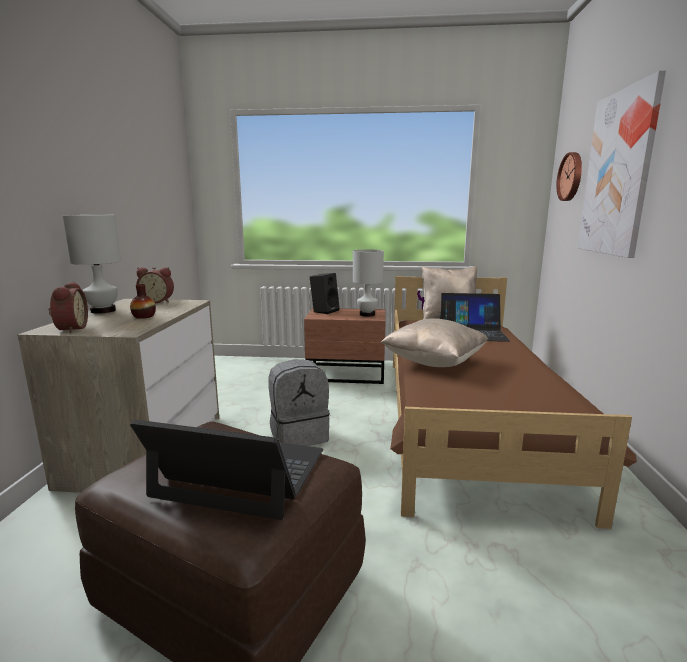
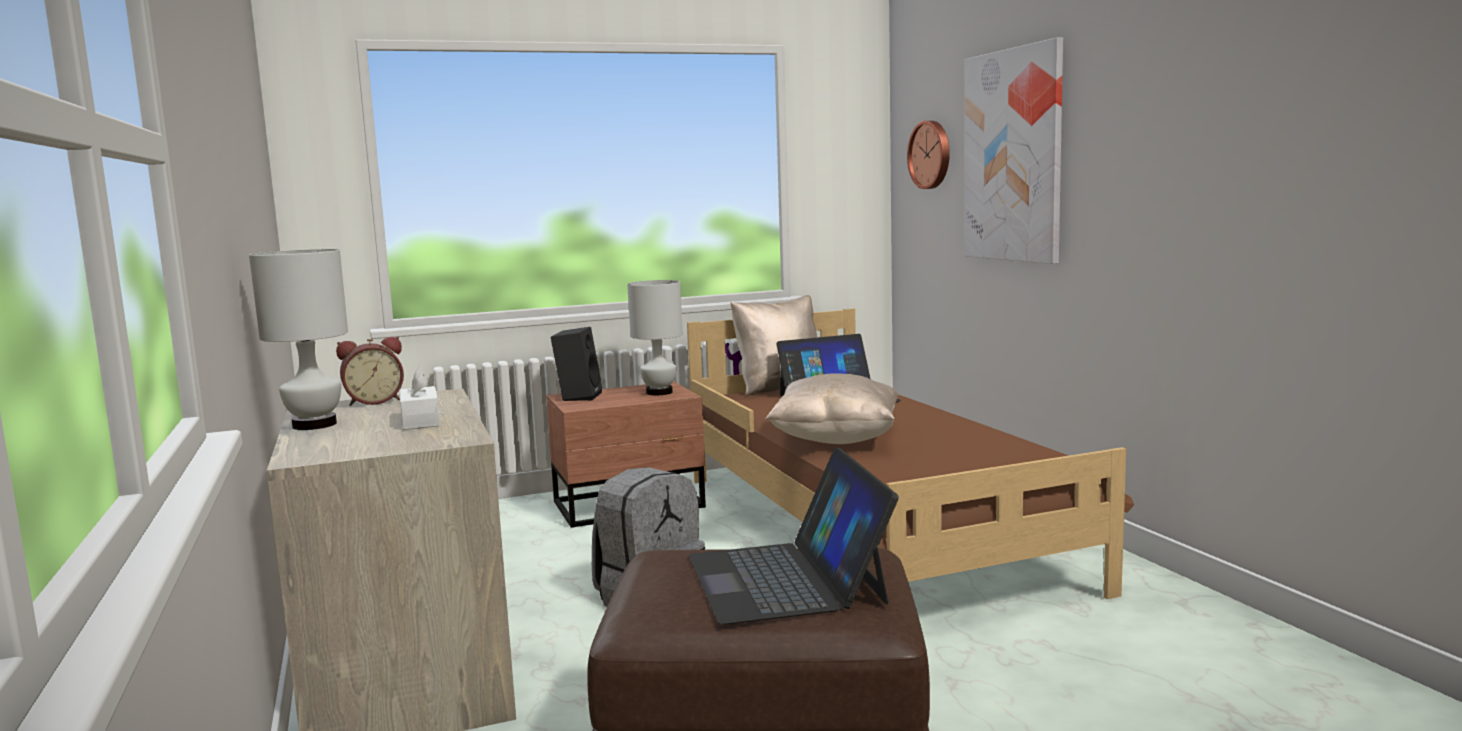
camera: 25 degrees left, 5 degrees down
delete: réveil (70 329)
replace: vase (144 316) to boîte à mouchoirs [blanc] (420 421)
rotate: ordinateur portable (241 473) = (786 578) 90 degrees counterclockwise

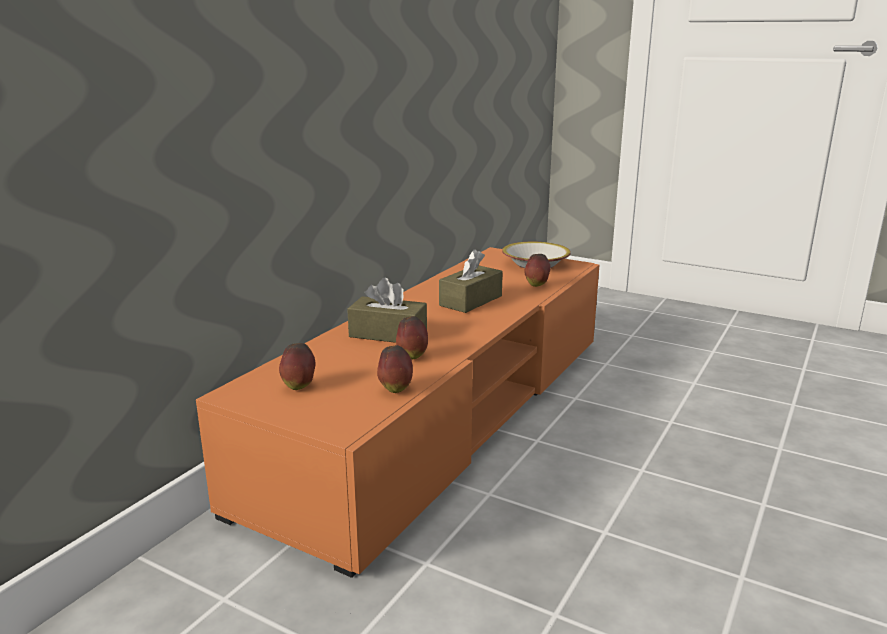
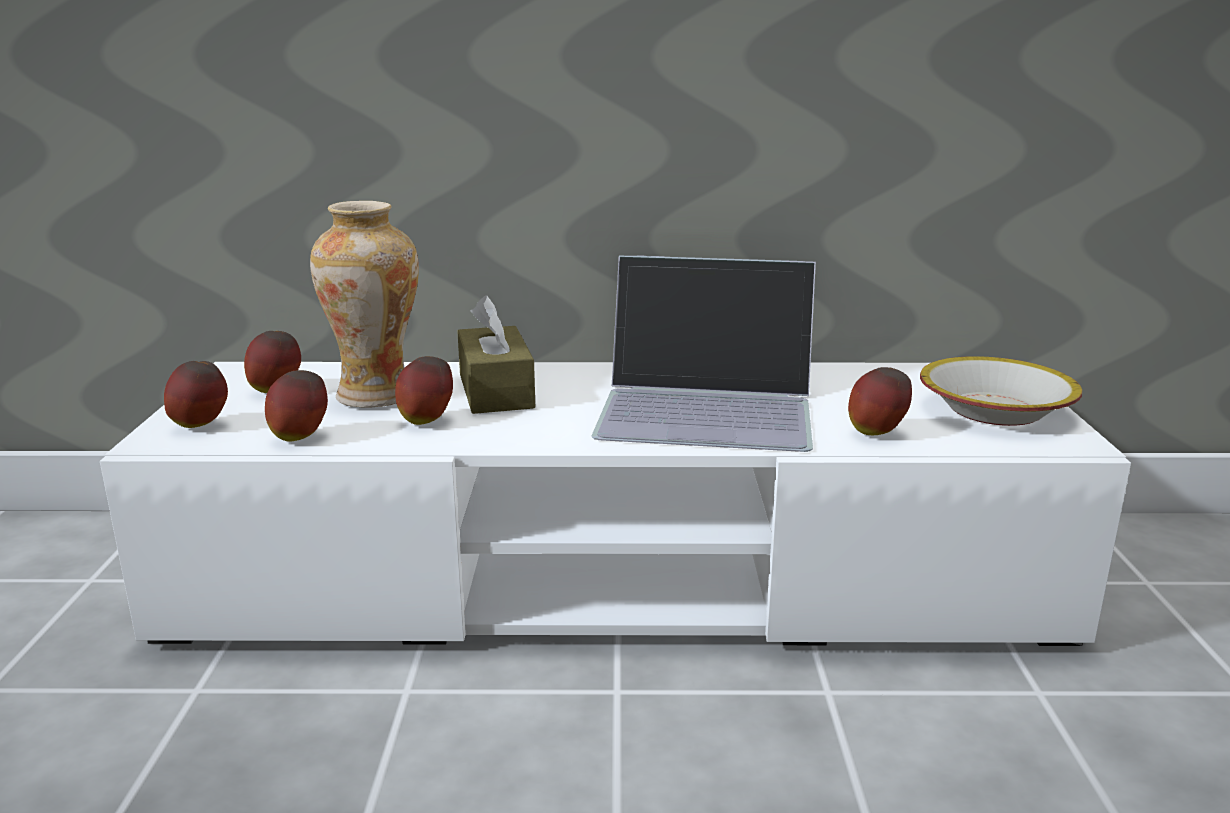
camera: 60 degrees right, 0 degrees up
insert: vase (376 396); pomme (201 426)
replace: boîte à mouchoirs [marron] (471 301) to ordinateur portable (708 406)
recolor: meuble télé [orange] (443 414) to meuble télé [blanc] (615 579)

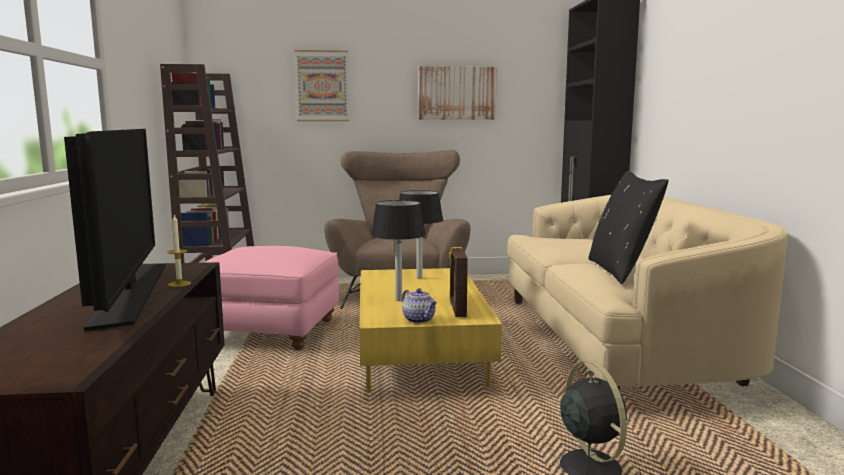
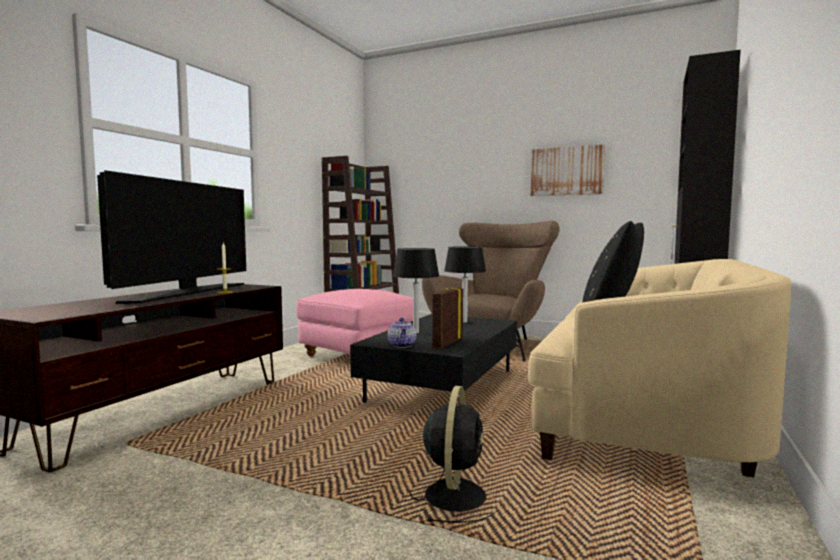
camera: 30 degrees right, 5 degrees down
delete: tableau (322 86)
recolor: table basse [jaune] (422 354) to table basse [noir] (444 387)

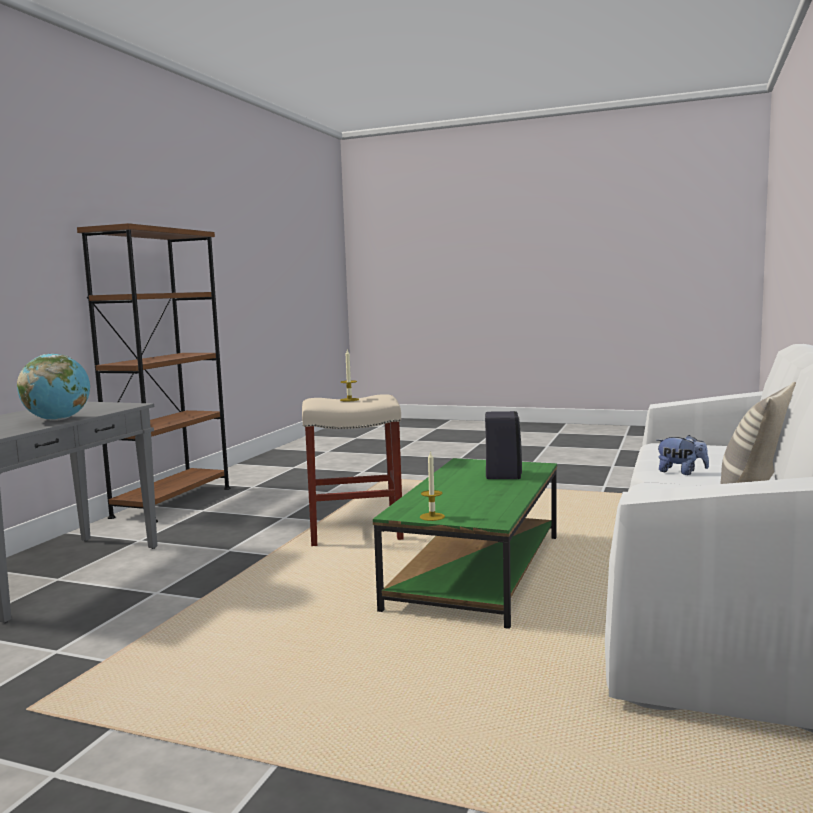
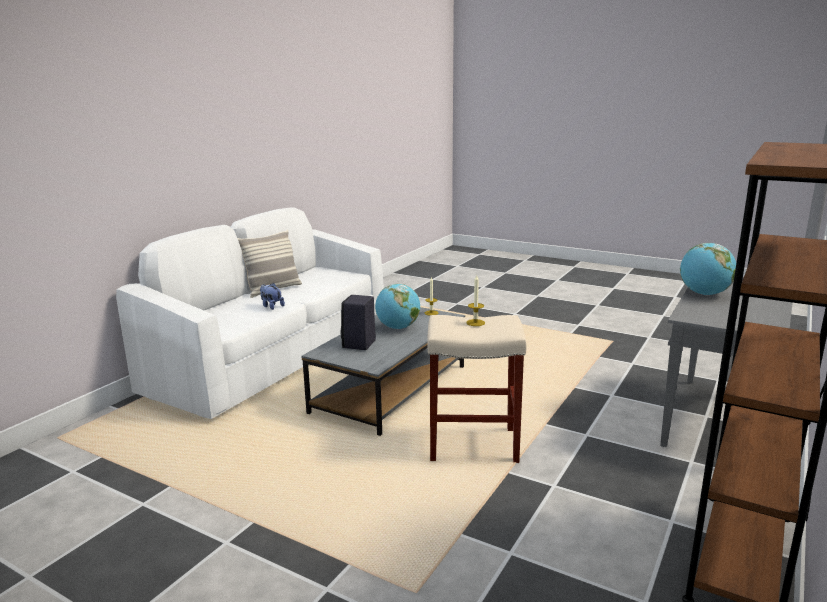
camera: 170 degrees left, 10 degrees up
insert: globe (398 328)
recolor: table basse [vert] (478 571) to table basse [gris] (390 389)

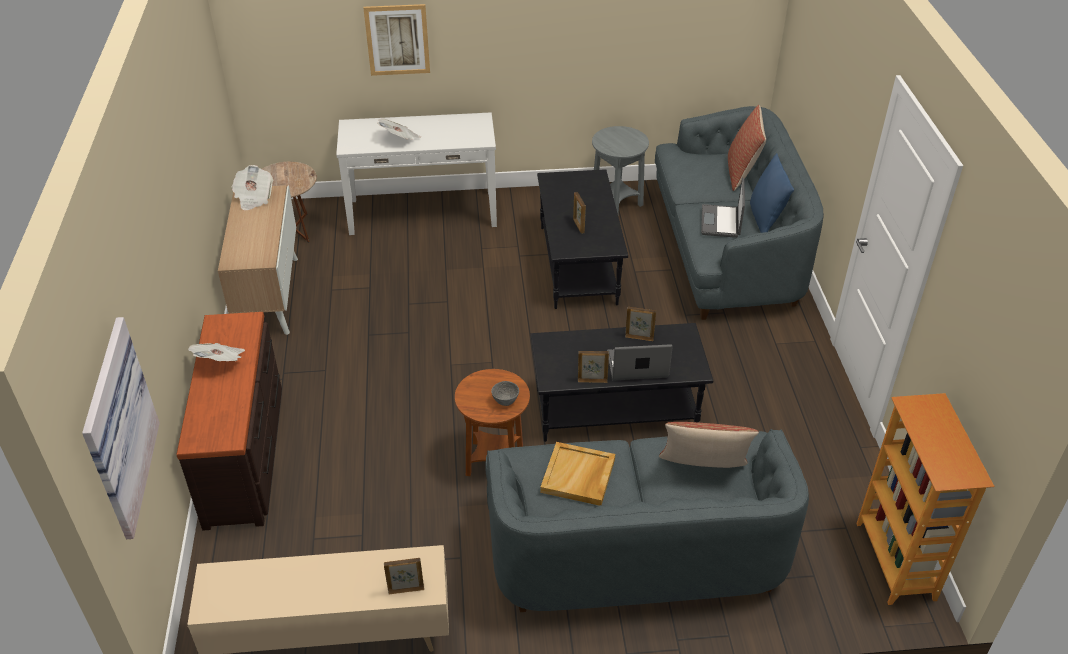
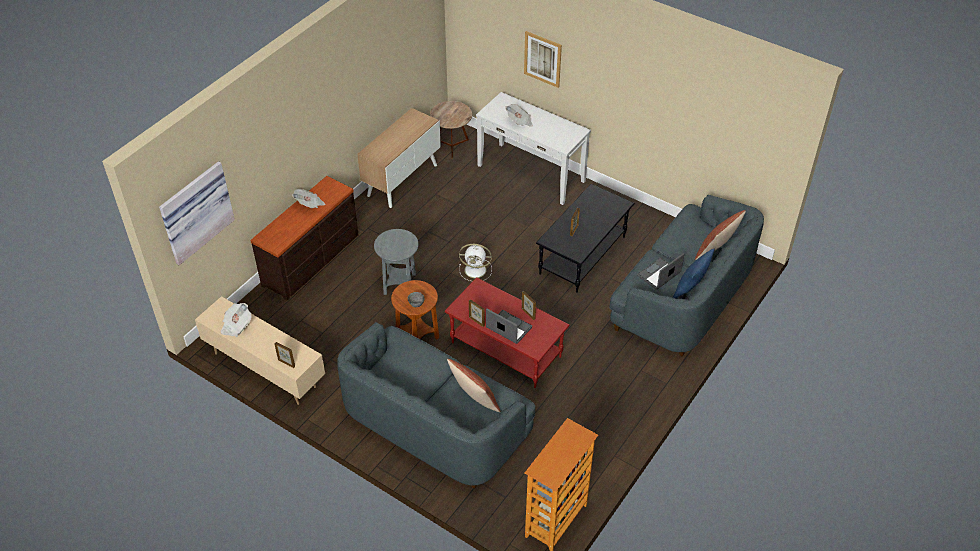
camera: 40 degrees right, 5 degrees up
delete: plateau [beige] (578 476)
insert: ventilateur [blanc] (476 270)
move: table d'appoint [gris] (616 203) to (399 284); journal (253 198) to (236 326)
recolor: table basse [noir] (615 411) to table basse [rouge] (505 350)

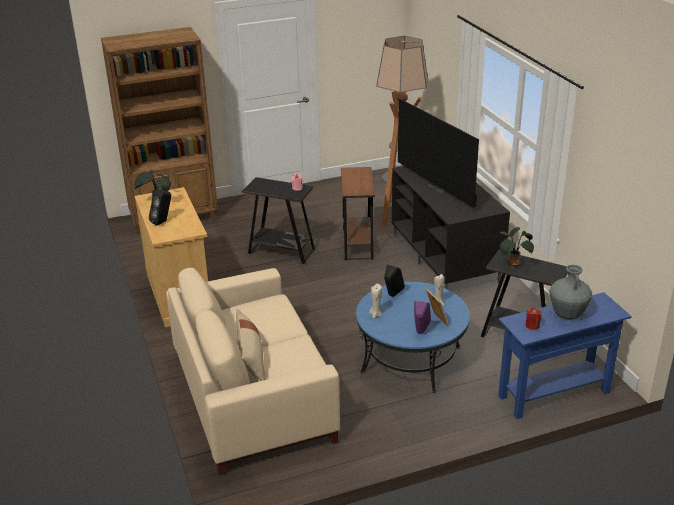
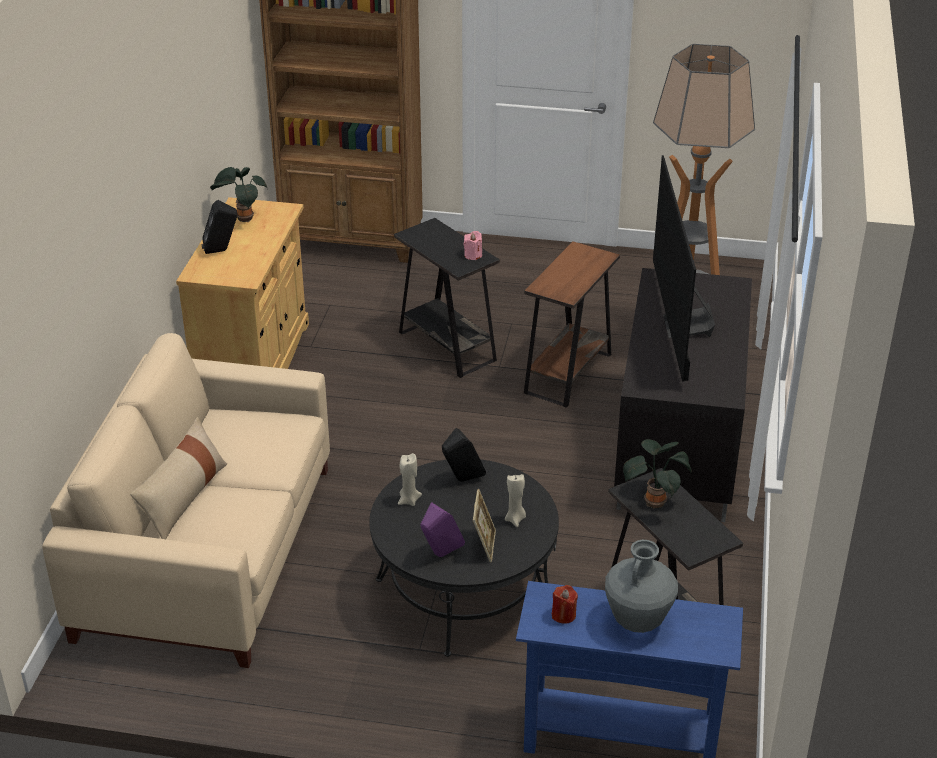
camera: 30 degrees right, 5 degrees up
recolor: table basse [bleu] (411 359) to table basse [noir] (464 590)

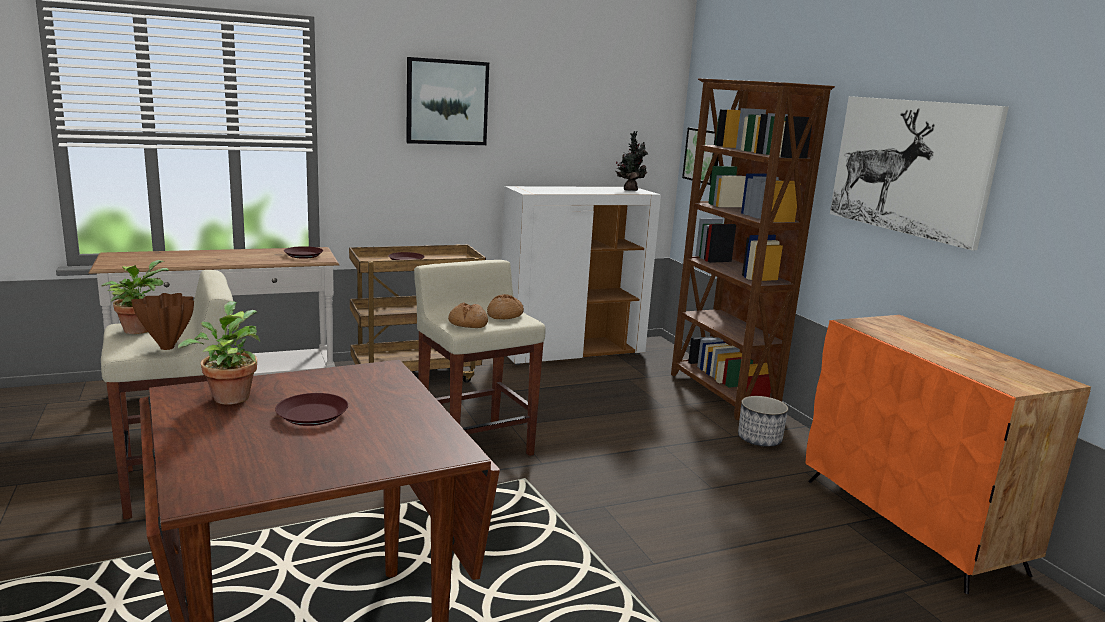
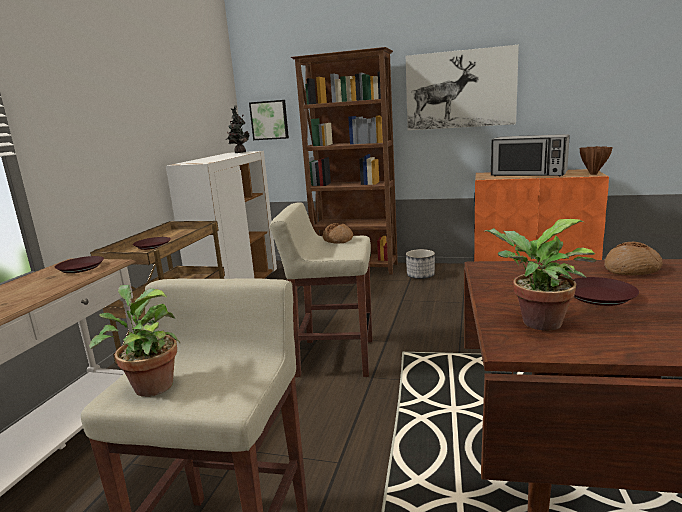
camera: 50 degrees left, 0 degrees up
delete: tableau (447 102)
insert: micro-ondes (528 174)
move: vase [marron] (168 347) to (593 174); pain (468 324) to (632 269)

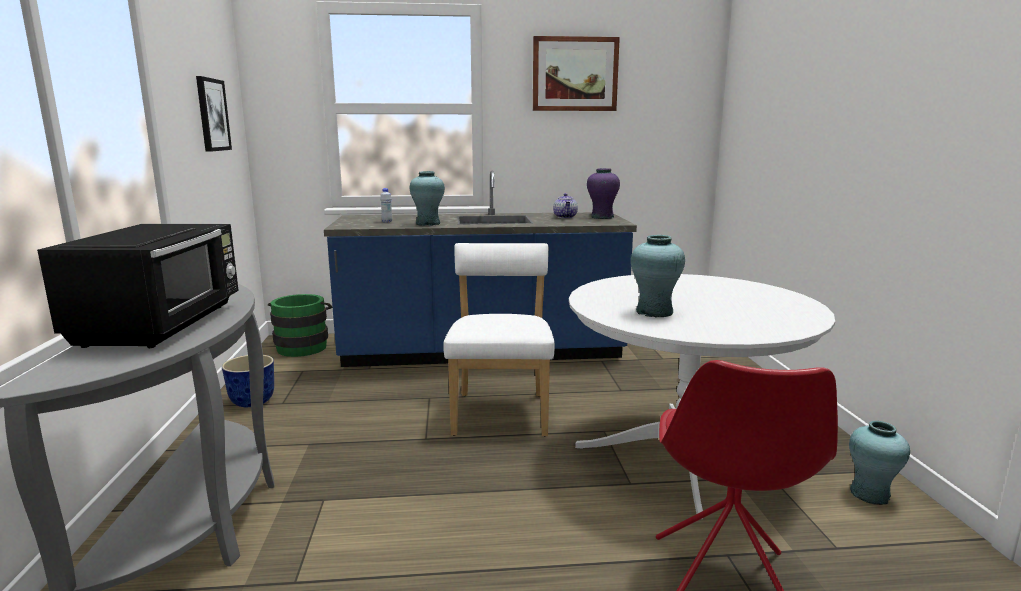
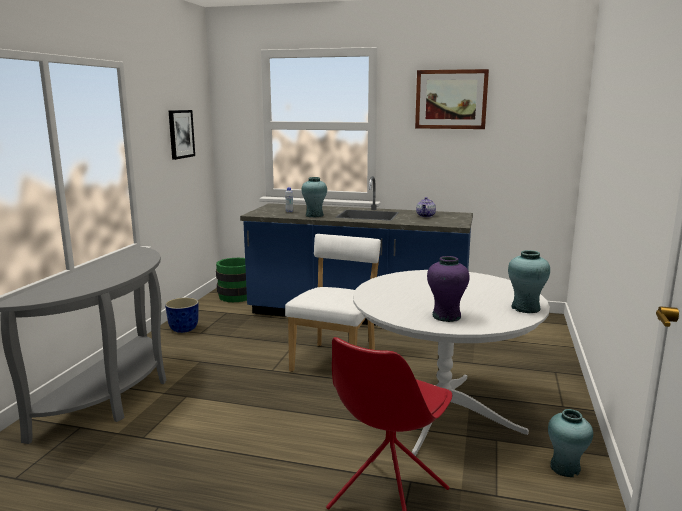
camera: 20 degrees right, 0 degrees up
delete: micro-ondes [noir] (162 324)
move: vase [violet] (602 217) to (446 316); vase [turquoise] (654 312) to (525 308)

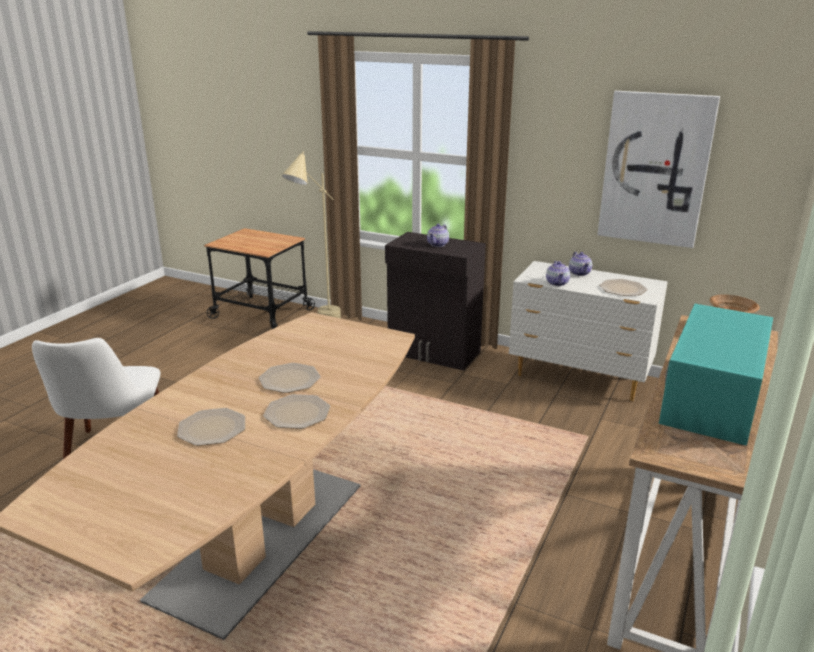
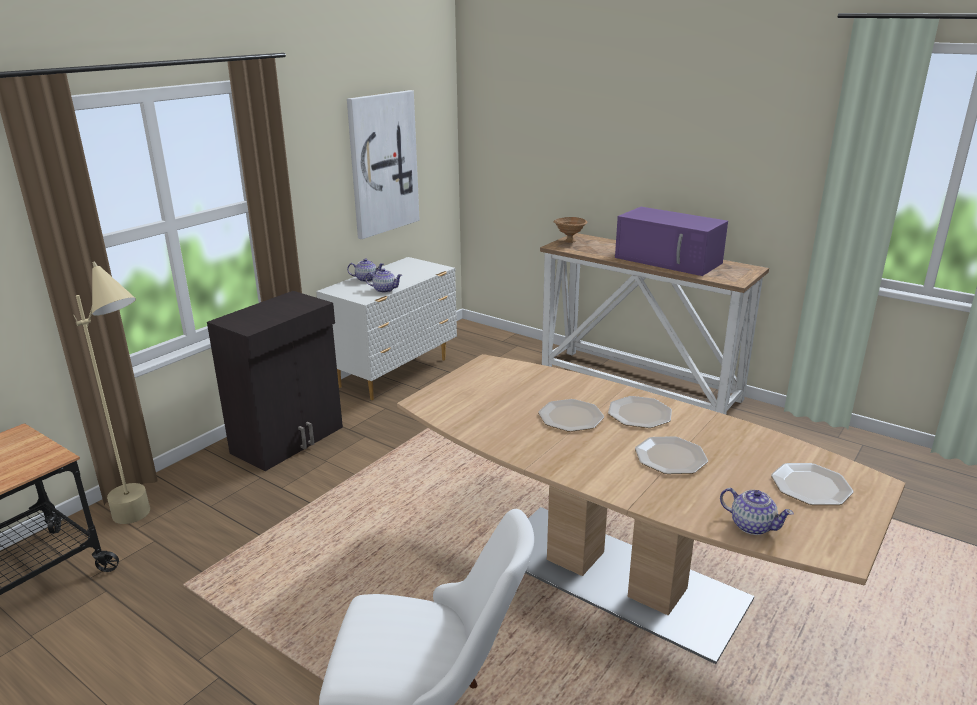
camera: 80 degrees left, 0 degrees up
move: théière (438 244) to (751 525); assiette (623 289) to (811 486)
recolor: micro-ondes [turquoise] (712 399) to micro-ondes [violet] (669 260)

